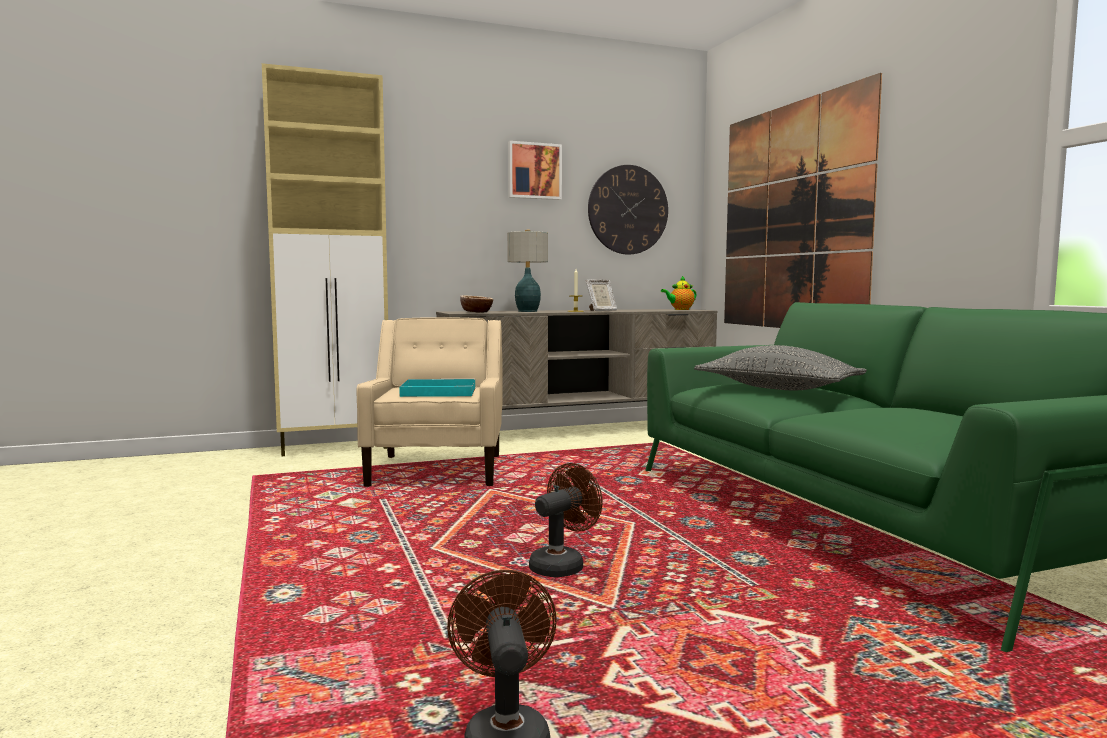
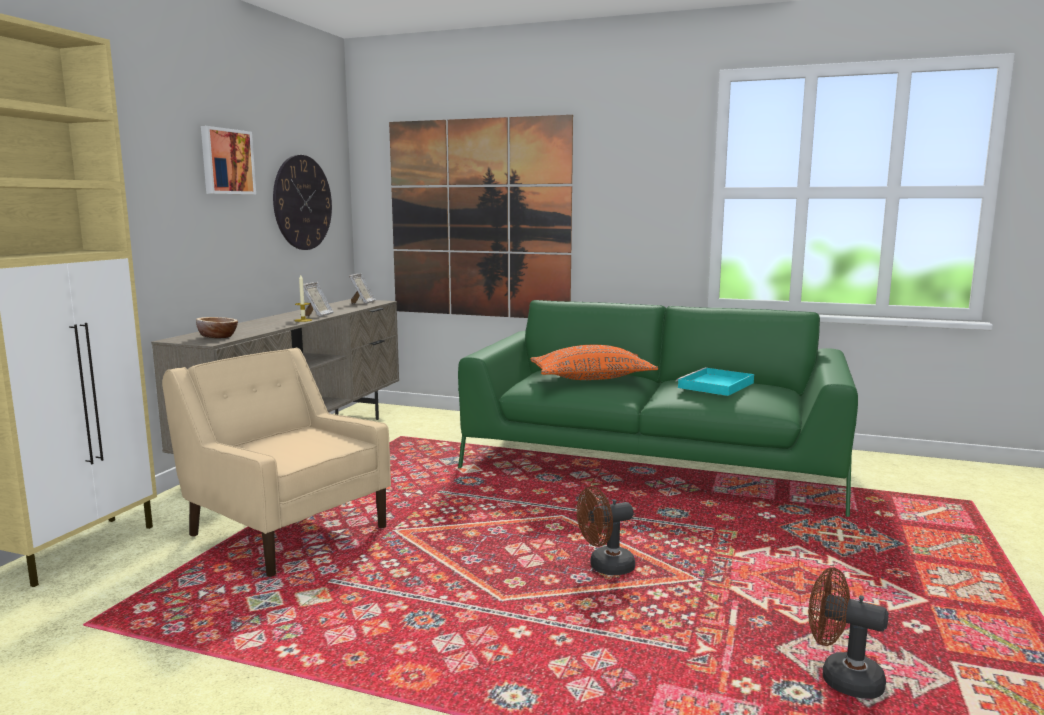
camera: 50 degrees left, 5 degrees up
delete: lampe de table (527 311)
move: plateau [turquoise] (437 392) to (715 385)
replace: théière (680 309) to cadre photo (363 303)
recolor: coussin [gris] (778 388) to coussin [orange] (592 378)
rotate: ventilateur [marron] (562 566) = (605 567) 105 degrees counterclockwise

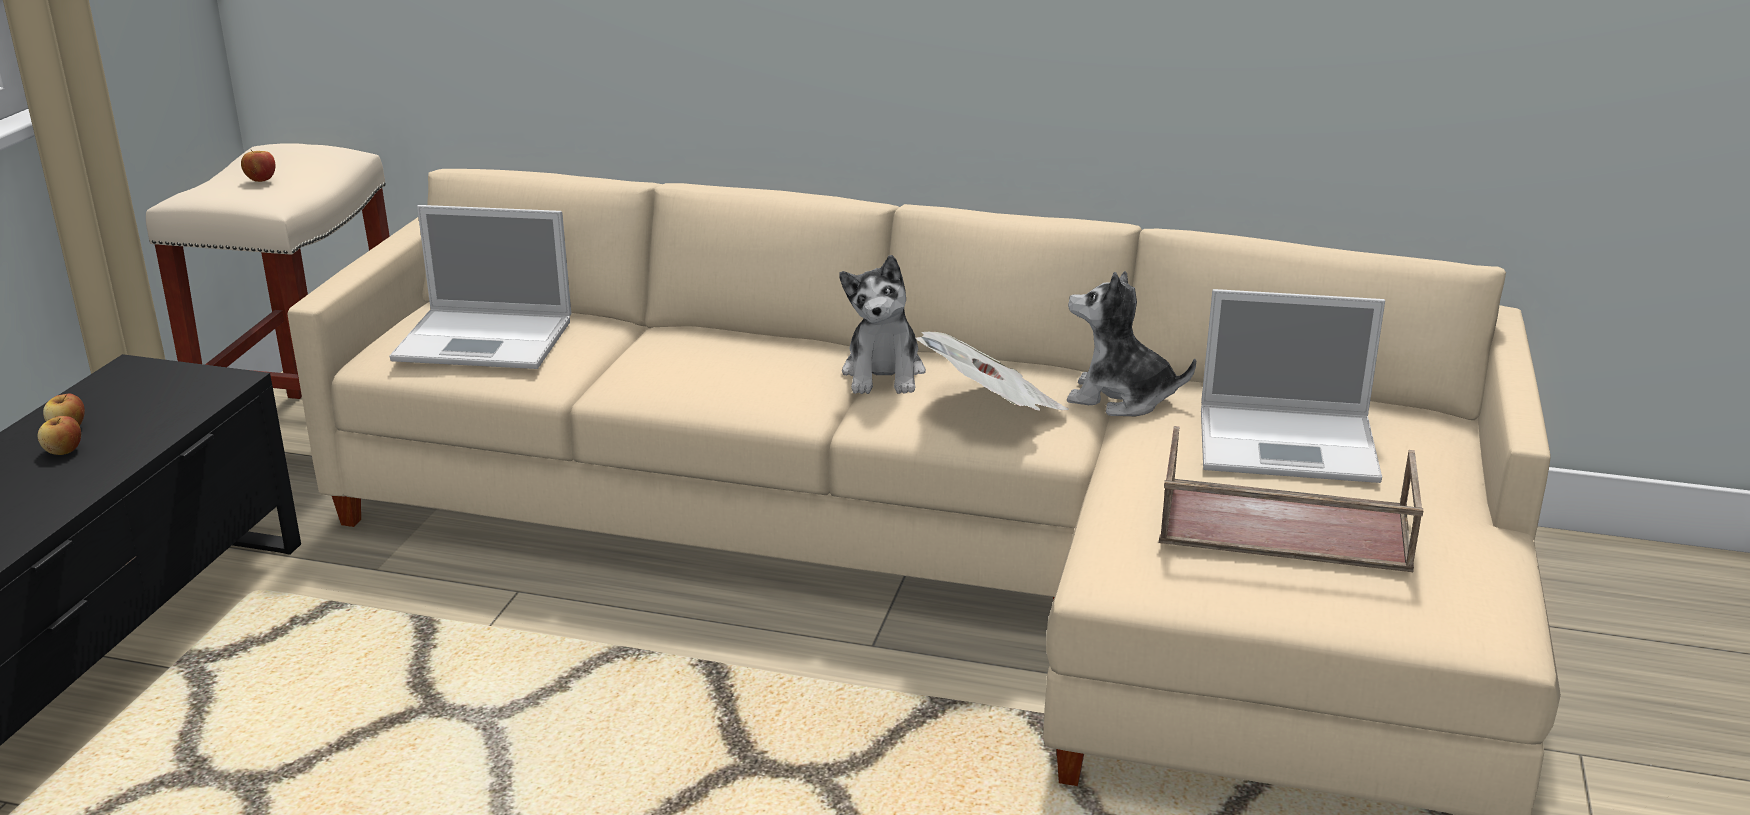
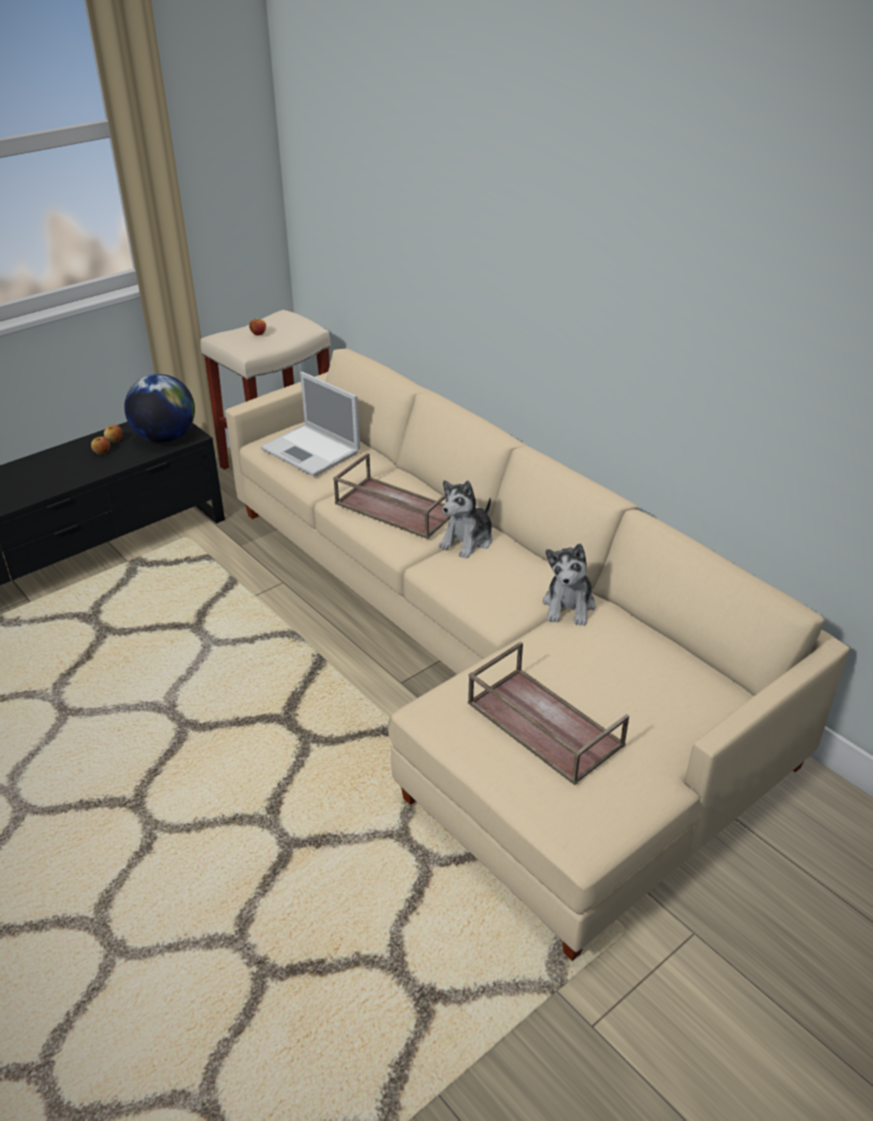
camera: 35 degrees right, 10 degrees up
delete: ordinateur portable (1291 444); journal (991 409)
insert: globe (165 438); plateau [marron] (394 507)
rotate: peluche (1120 398) = (569 606) 135 degrees counterclockwise

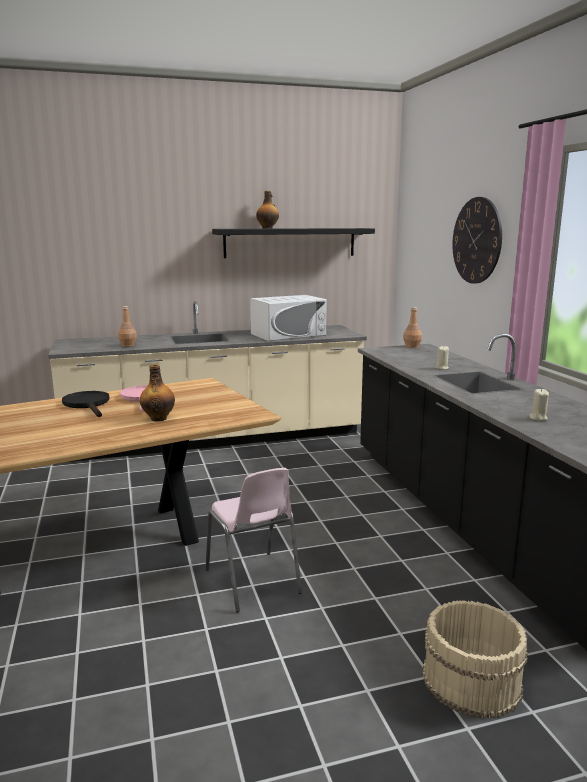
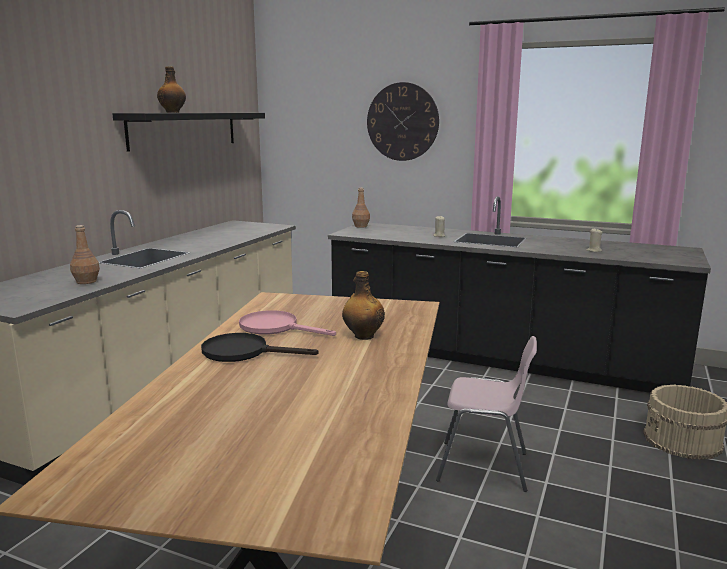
camera: 50 degrees left, 0 degrees up
delete: micro-ondes [blanc] (288 334)

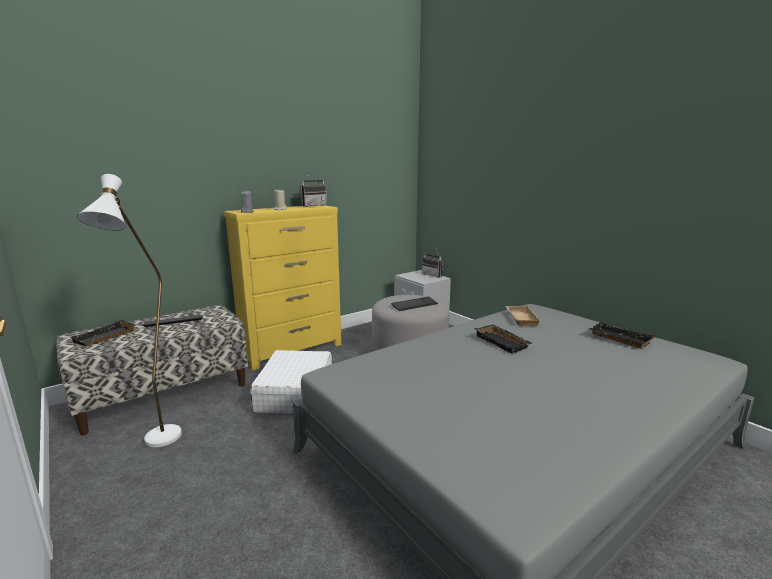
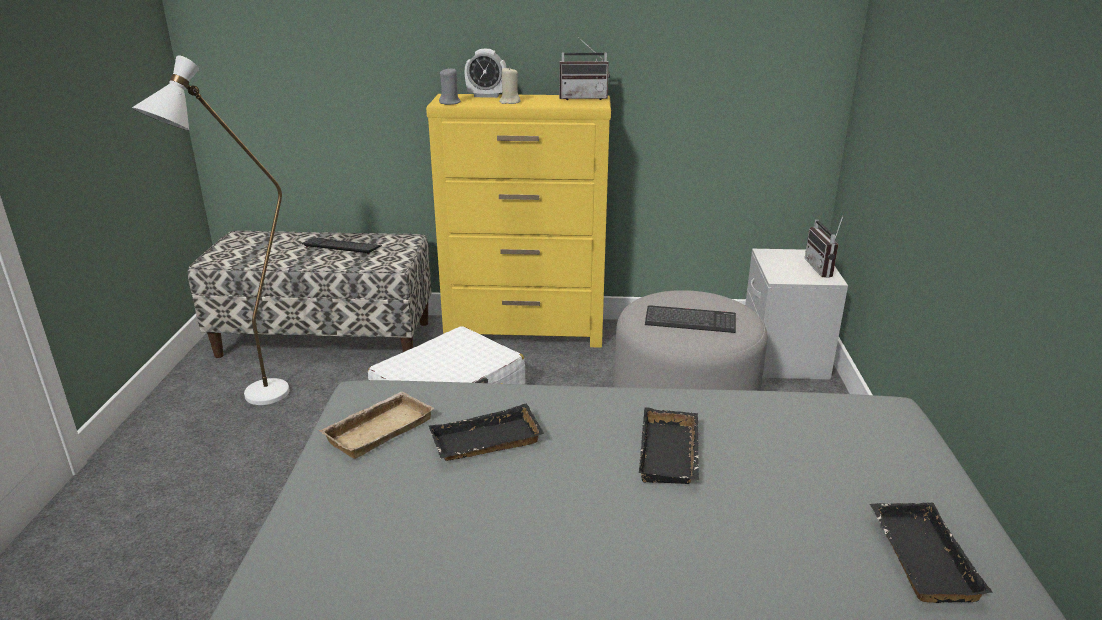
camera: 40 degrees right, 10 degrees up
insert: réveil (486 96)
move: plateau [beige] (520 318) to (378 429); plateau [noir] (105 337) to (485 443)

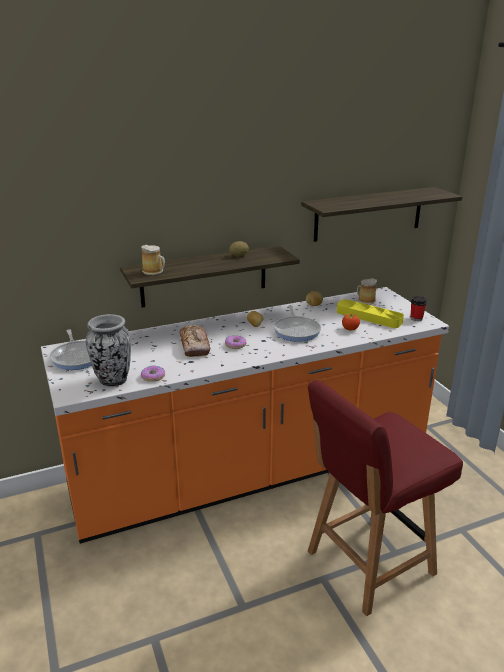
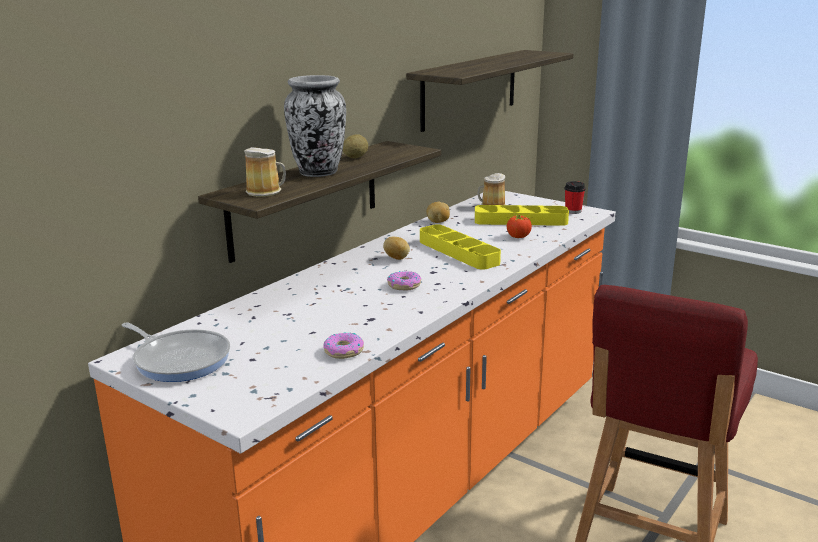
camera: 30 degrees left, 5 degrees down
delete: pain (194 346)
move: vase (113 381) to (318 173)
replace: poêle (296 330) to plateau [jaune] (458 252)

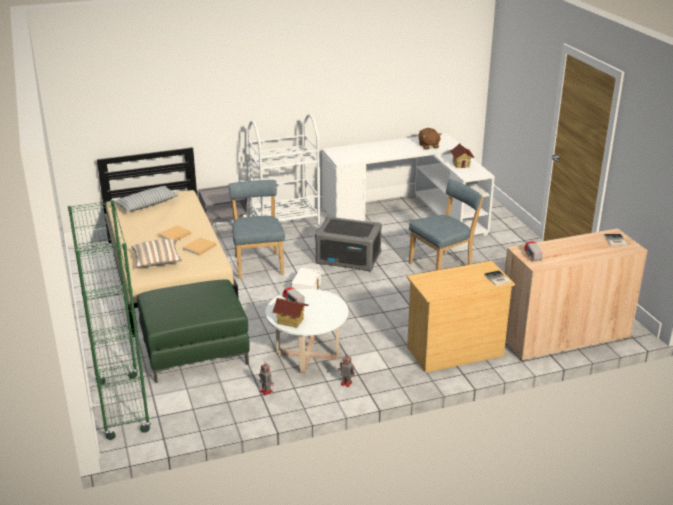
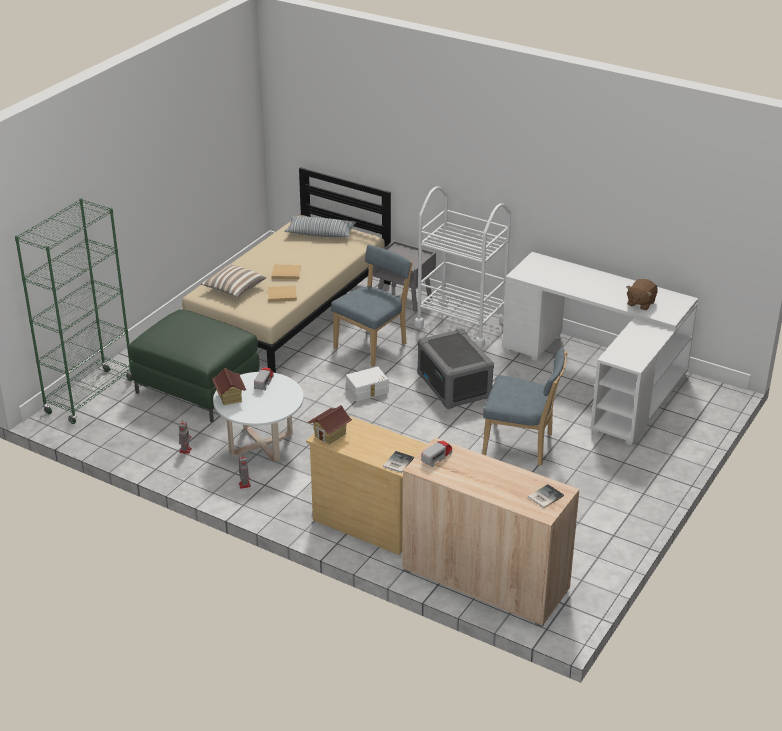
camera: 50 degrees right, 5 degrees up
move: maison miniature (461 164) to (330 435)

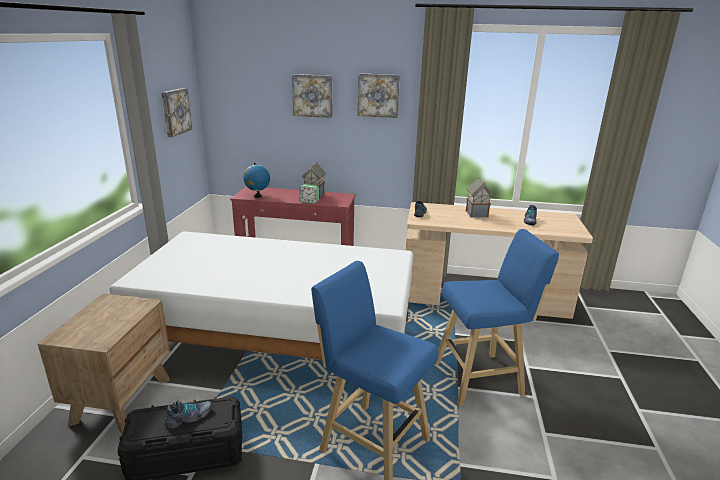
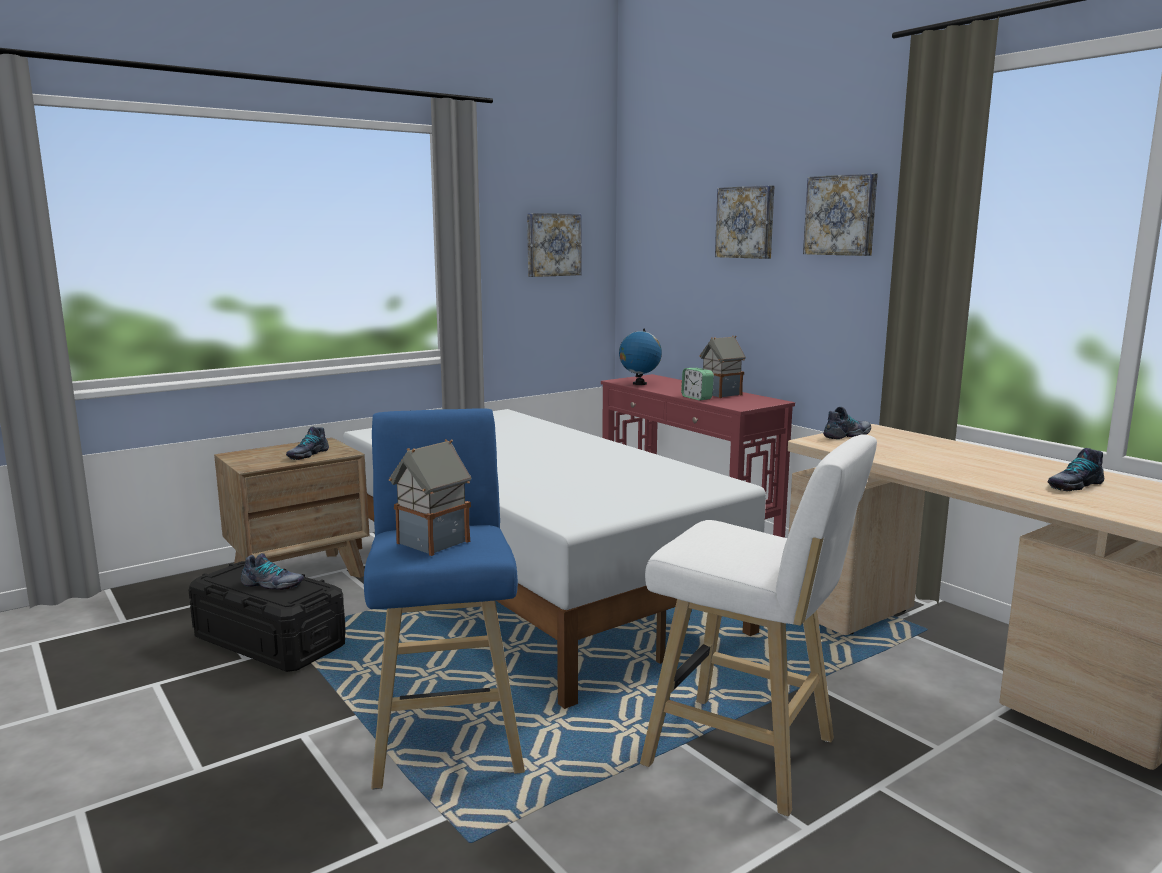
camera: 45 degrees right, 10 degrees down
insert: chaussure (307 454)
move: maison miniature (477 214) to (432 543)
recolor: tabouret [bleu] (481 378) to tabouret [blanc] (748 755)

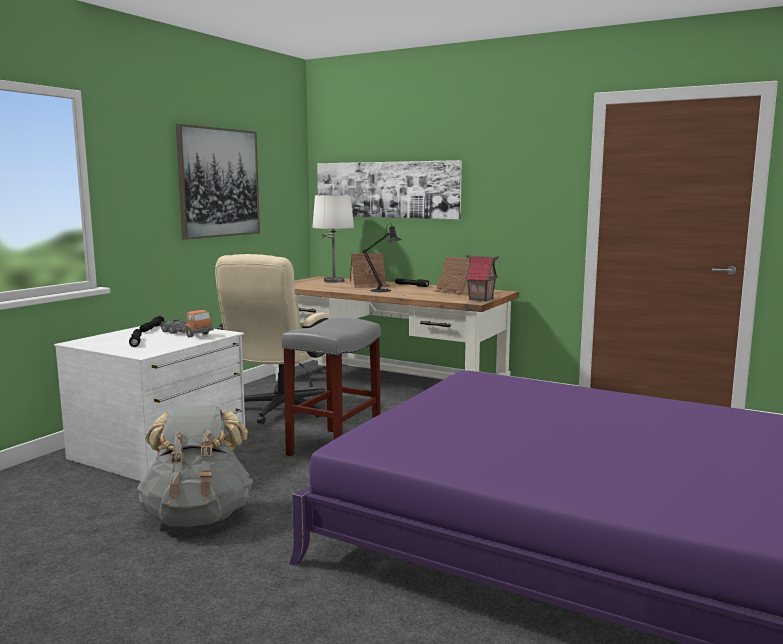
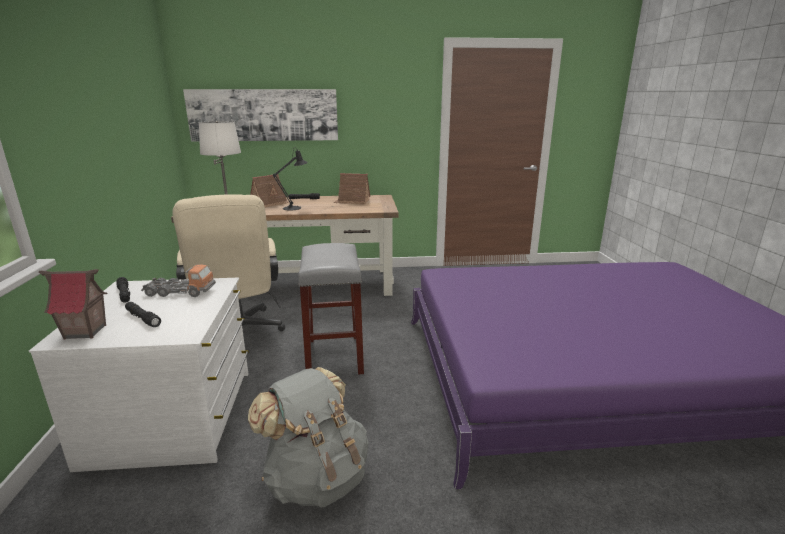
camera: 35 degrees left, 10 degrees up
delete: tableau (219 183)
move: maison miniature (480 299) to (85 332)

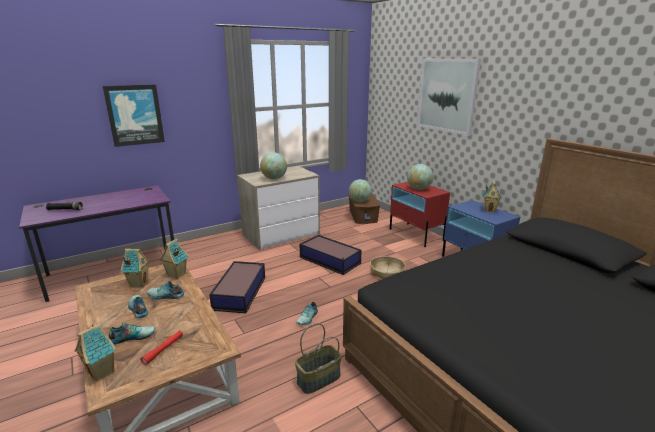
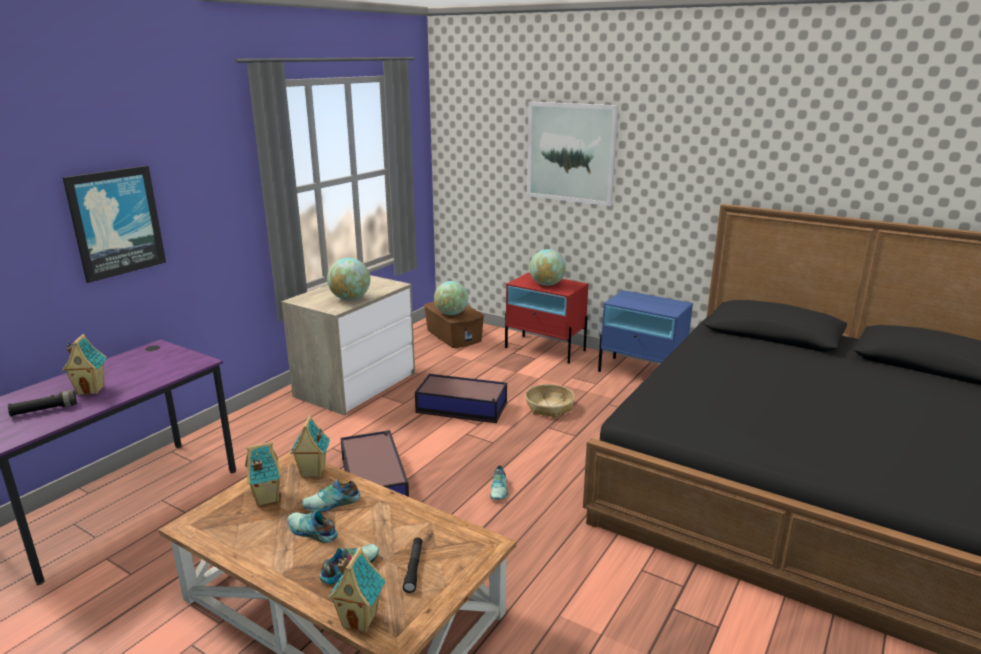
camera: 25 degrees left, 0 degrees up
delete: panier (318 379)
move: maison miniature (489 210) to (91 390)
recolor: lampe de poche [rouge] (163 350) to lampe de poche [noir] (414 568)

